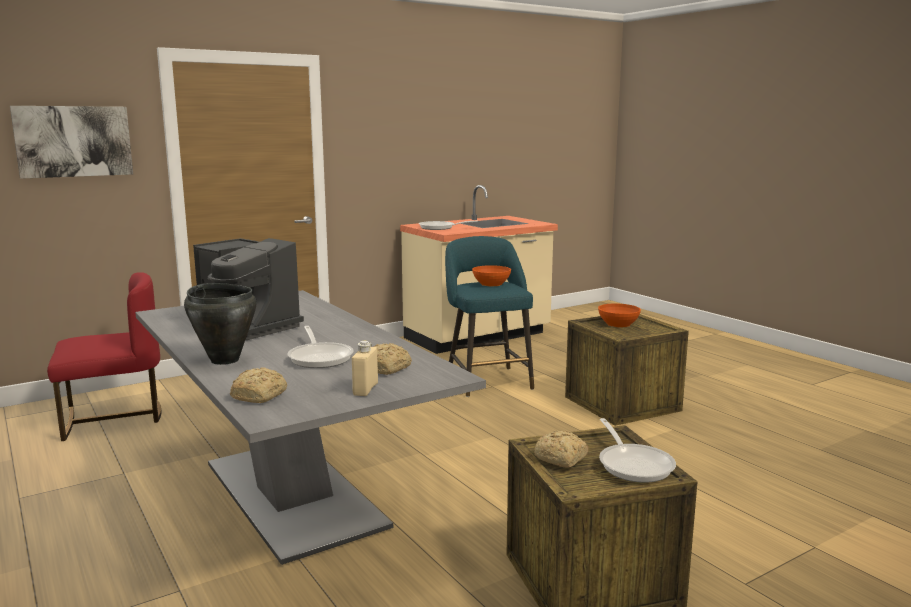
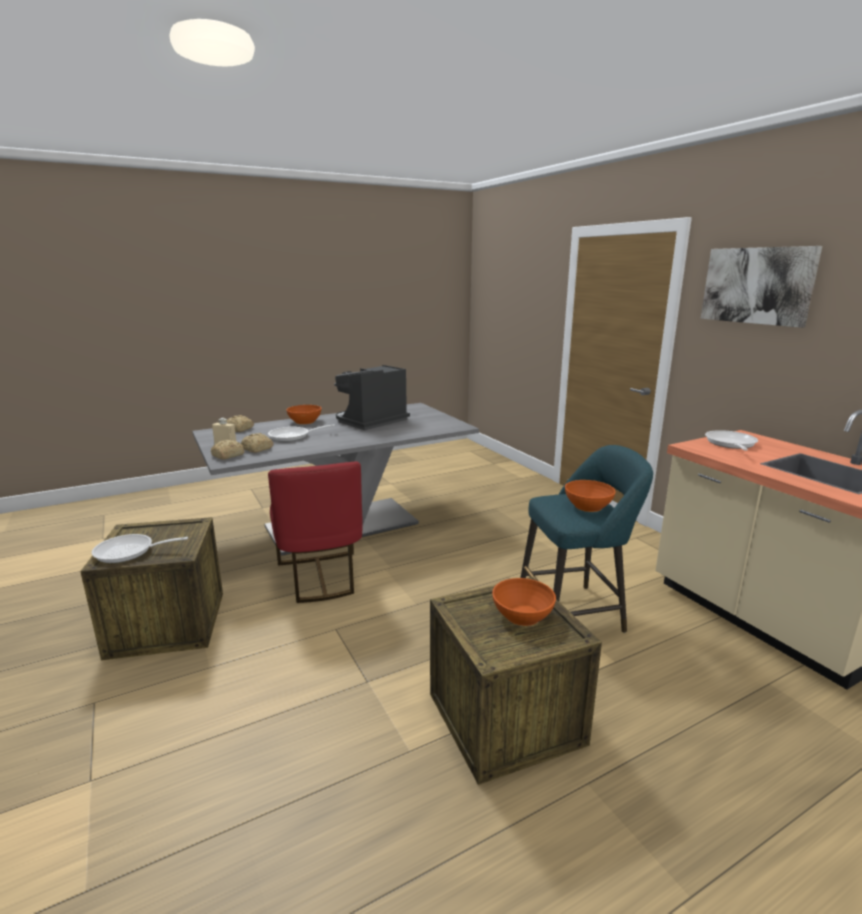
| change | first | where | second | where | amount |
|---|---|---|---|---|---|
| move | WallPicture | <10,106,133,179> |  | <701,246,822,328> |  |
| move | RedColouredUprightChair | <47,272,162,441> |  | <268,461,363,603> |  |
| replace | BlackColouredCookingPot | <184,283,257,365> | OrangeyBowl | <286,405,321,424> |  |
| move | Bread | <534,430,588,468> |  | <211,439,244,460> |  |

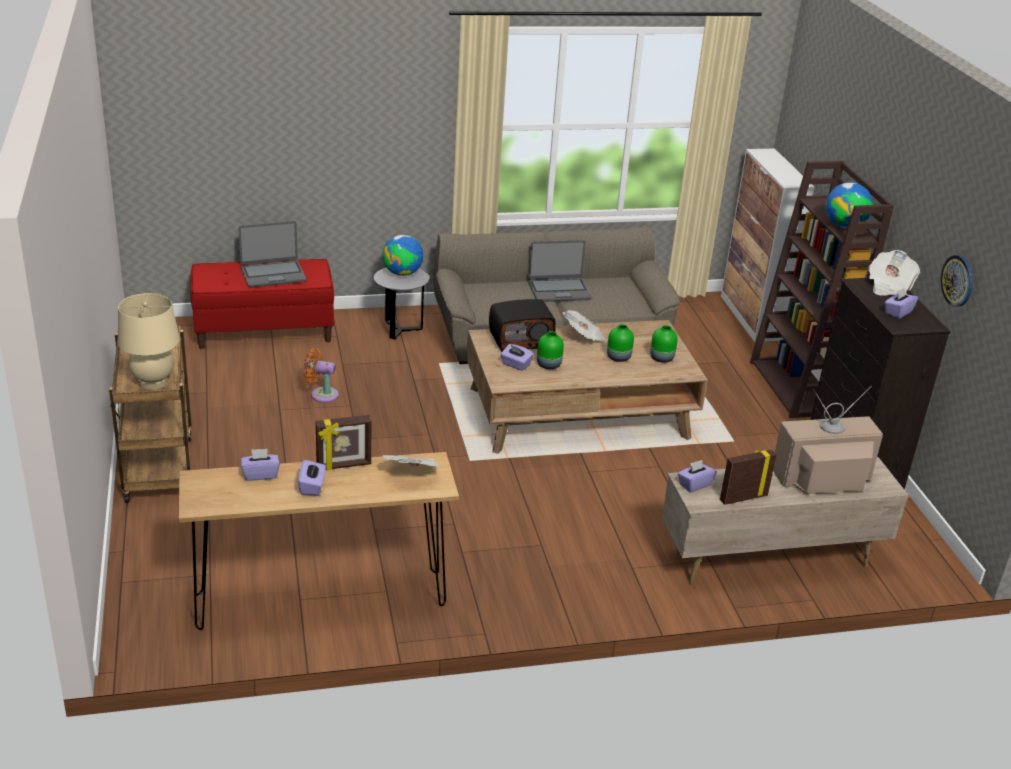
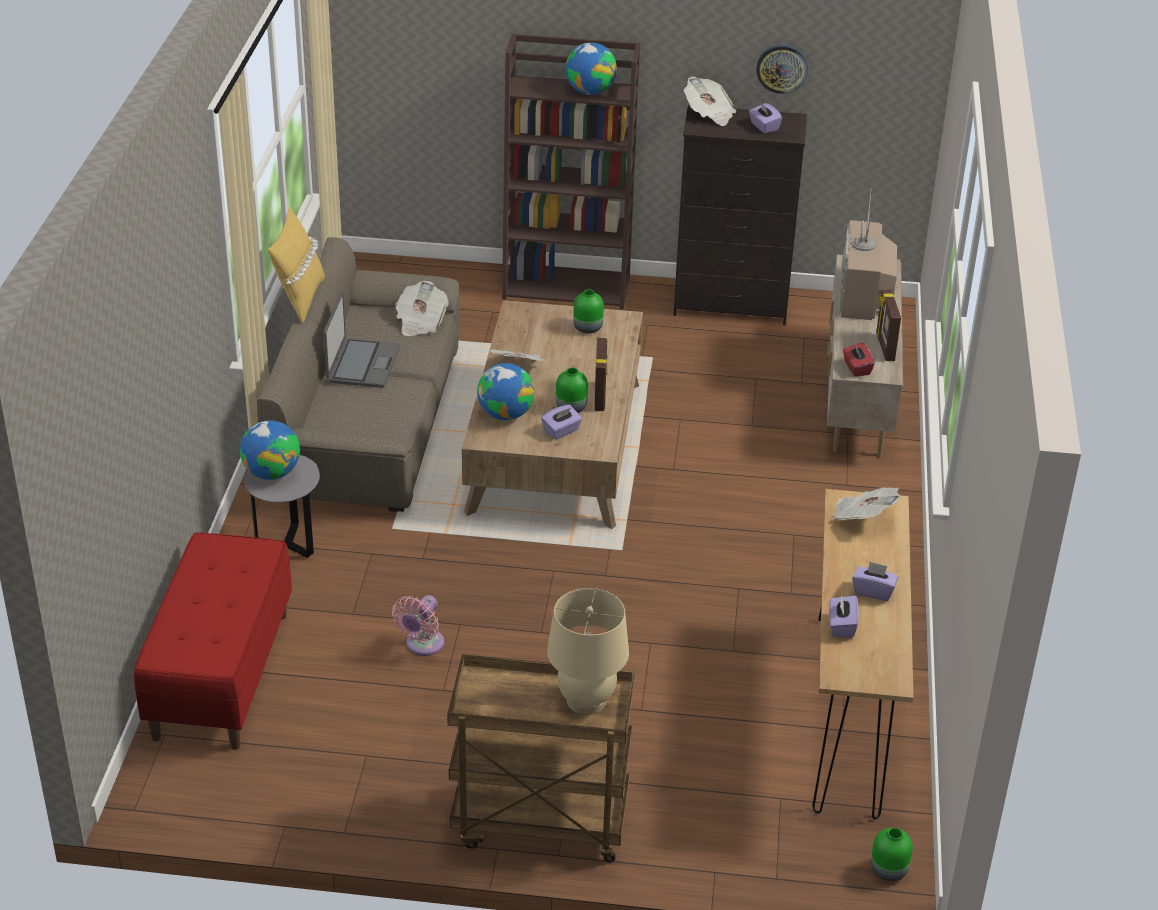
| change | first | where | second | where | amount |
|---|---|---|---|---|---|
| delete | StorageCabinet | <721,149,815,342> |  |  |  |
| delete | Laptop | <238,221,306,288> |  |  |  |
| replace | Radio | <489,299,556,351> | DeskGlobe | <477,363,534,420> |  |
| move | GreenColouredFlowerVase | <607,324,634,362> |  | <871,828,913,881> |  |
| recolor | OrangeyElectricFan | <303,348,339,403> | PinkElectricFan | <392,595,444,656> |  |
| move | PhotoFrame | <316,415,371,471> |  | <594,338,608,411> |  |
| recolor | PurplishBoxOfTissues | <678,460,717,492> | RedColouredBoxOfTissues | <843,343,875,377> |  |
| insert |  |  | YellowColouredCushion | <268,207,325,324> |  |
| insert |  |  | Newspaper | <395,281,449,336> |  |

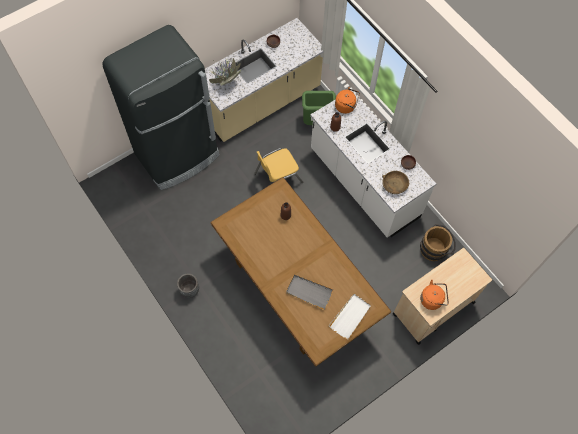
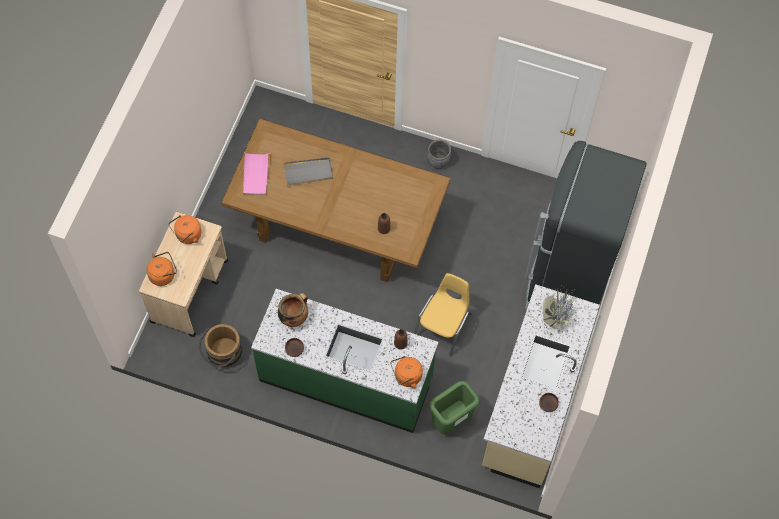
| change | first | where | second | where | amount |
|---|---|---|---|---|---|
| recolor | WhitishKitchenCounter | <310,90,436,238> | GreenColouredKitchenCounter | <251,289,438,433> |  |
| replace | BrownishBowl | <382,171,409,194> | CookingPot | <278,293,308,327> |  |
| recolor | WhitishCarryingTray | <329,294,371,340> | PinkCarryingTray | <243,152,270,195> |  |
| insert |  |  | OrangeyTeaKettle | <147,252,177,286> |  |

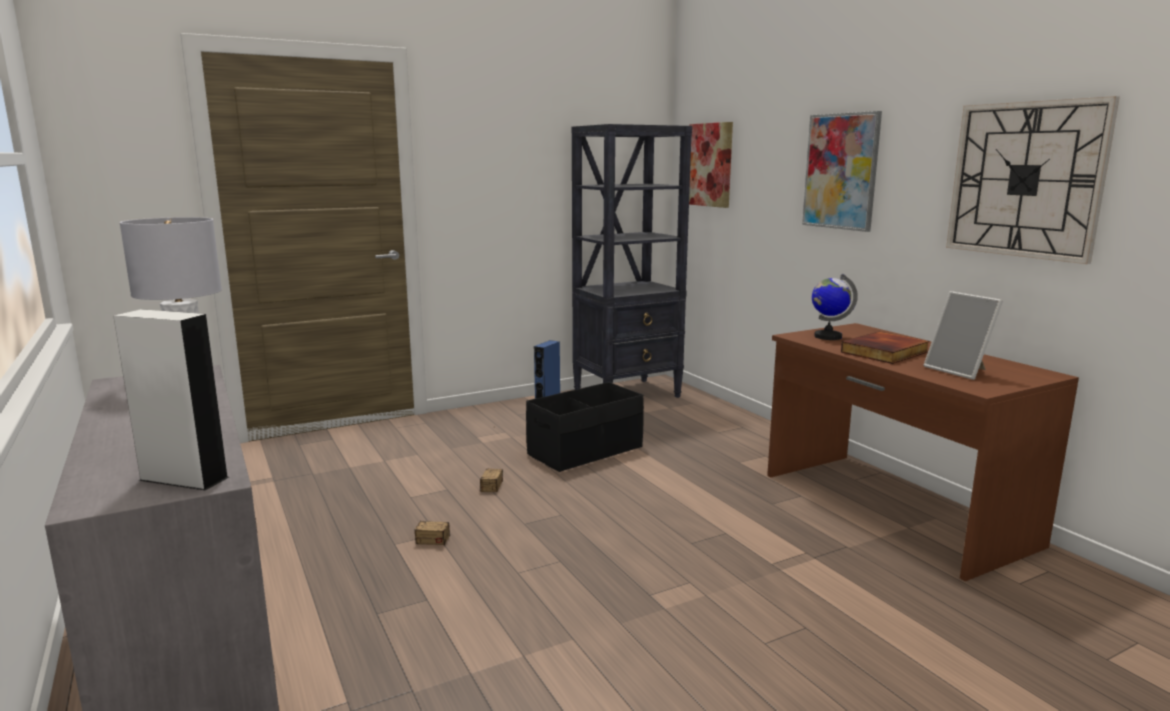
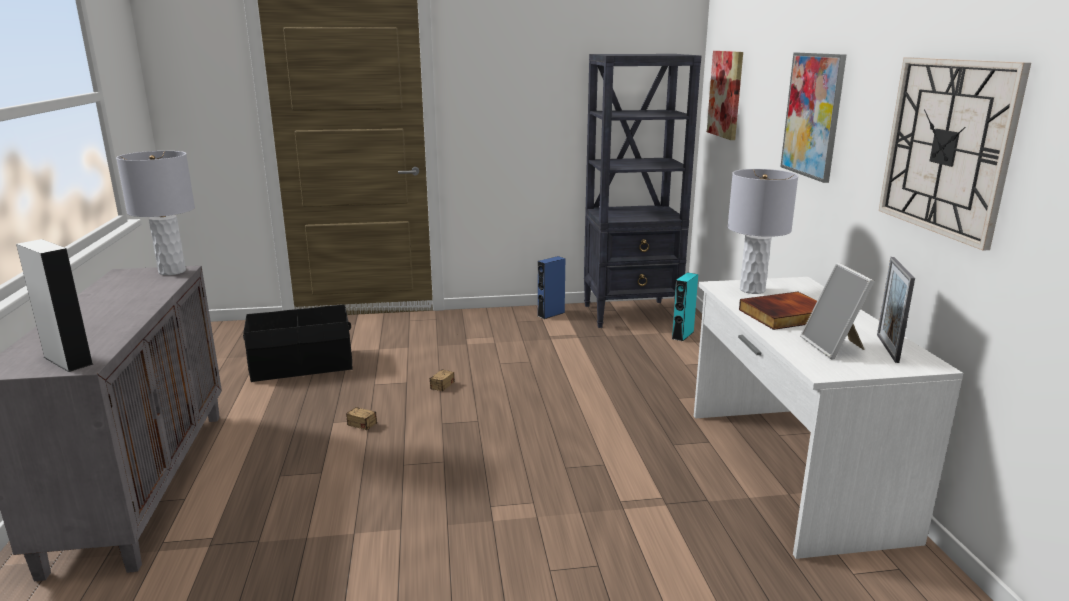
| change | first | where | second | where | amount |
|---|---|---|---|---|---|
| replace | DeskGlobe | <812,274,858,340> | GreyTableLamp | <728,169,798,294> |  |
| recolor | BrownishDesk | <767,323,1079,581> | WhitishDesk | <694,277,963,559> |  |
| move | BlackColouredStorageBin | <526,382,644,472> |  | <243,304,353,382> |  |
| insert |  |  | PhotoFrame | <877,257,915,363> |  |
| insert |  |  | BlueGreenLoudspeaker | <672,272,698,342> |  |

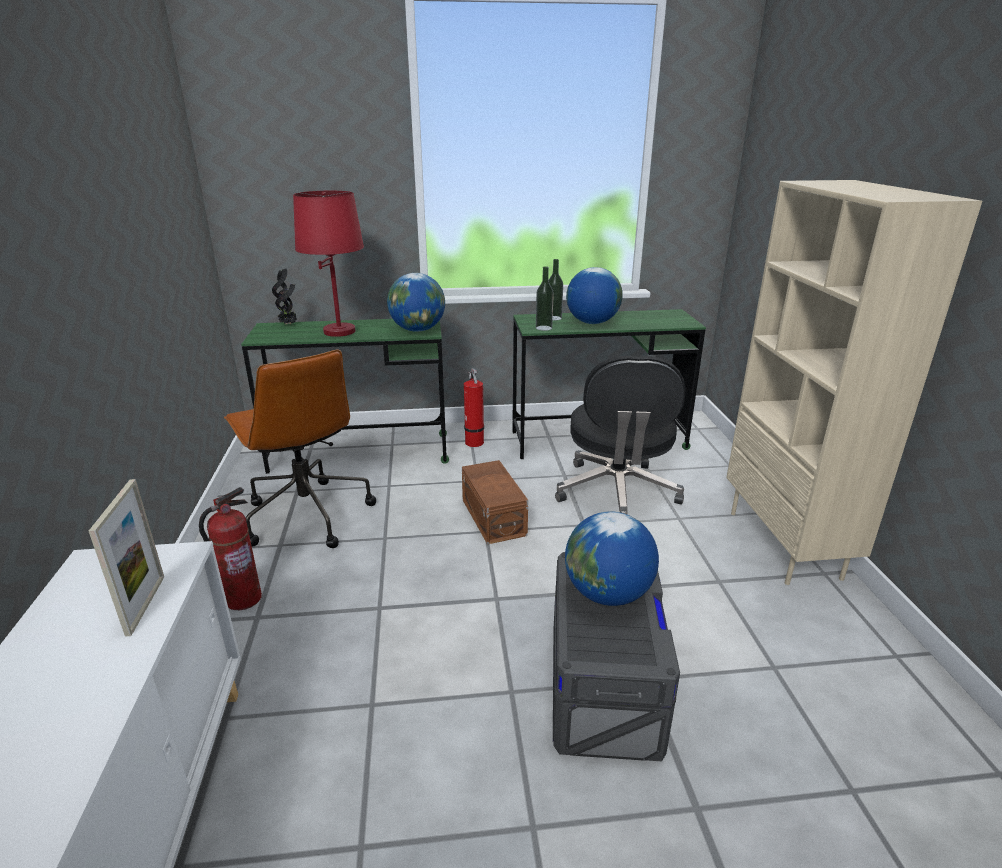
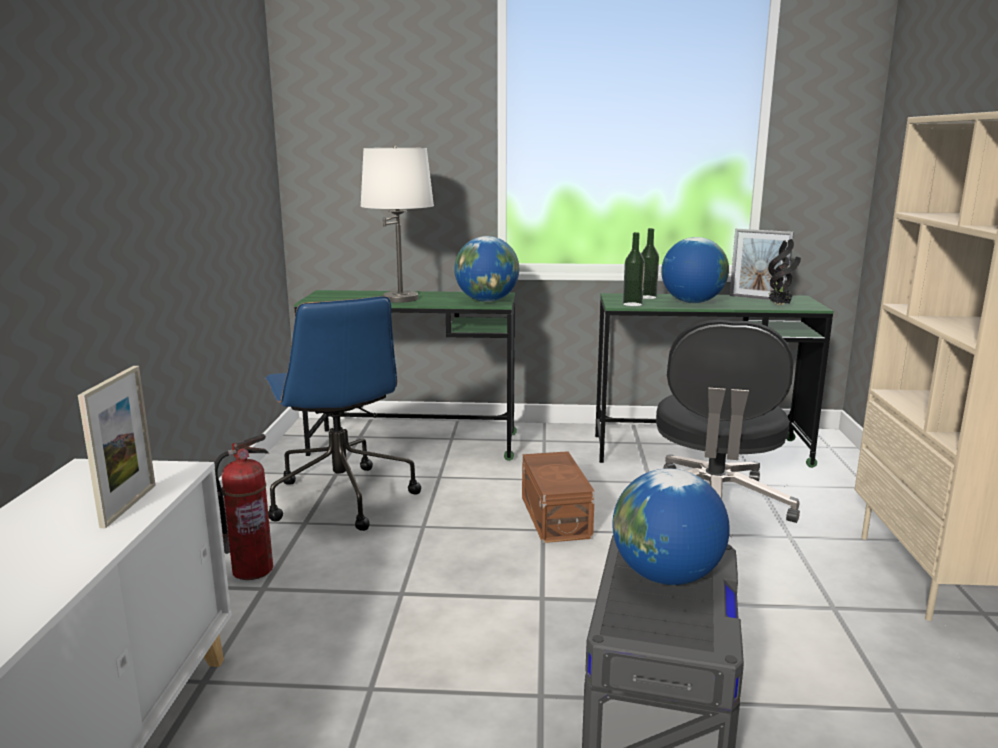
| change | first | where | second | where | amount |
|---|---|---|---|---|---|
| recolor | RedColouredTableLamp | <293,191,364,337> | WhitishTableLamp | <360,146,434,303> |  |
| move | PlantInAPot | <272,269,297,325> |  | <768,239,801,306> |  |
| recolor | BrownishDeskChair | <224,350,376,548> | BlueDeskChair | <264,296,421,531> |  |
| delete | FireFightingCylinder | <464,369,484,447> |  |  |  |
| insert |  |  | PhotoFrame | <730,229,794,300> |  |

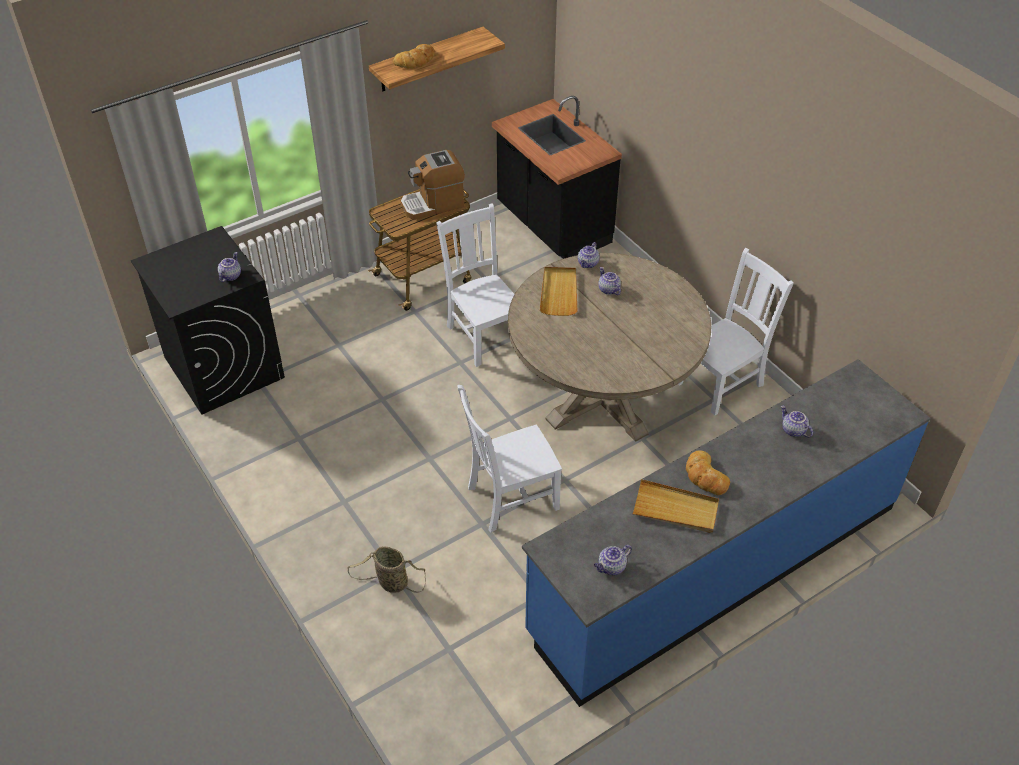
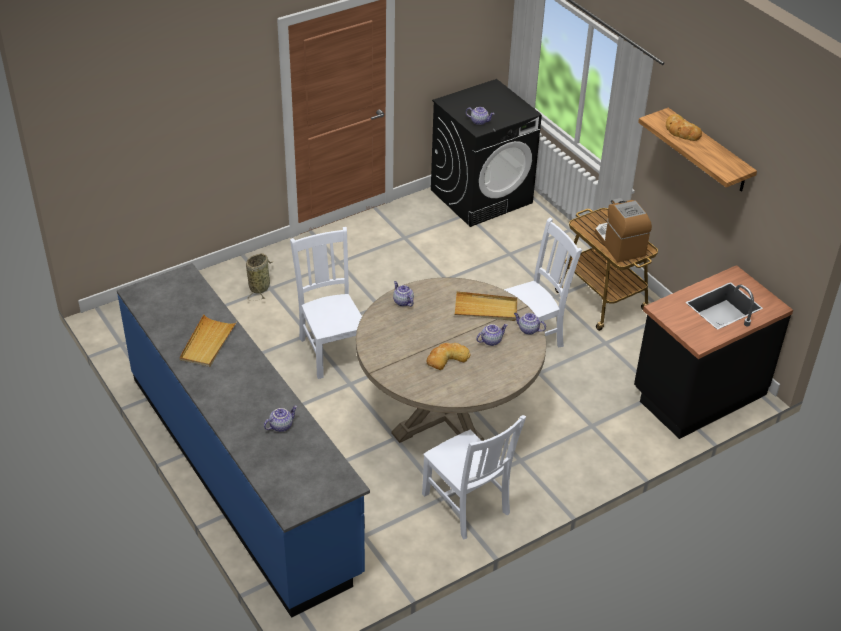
| change | first | where | second | where | amount |
|---|---|---|---|---|---|
| move | Bread | <686,450,730,495> |  | <427,343,470,370> |  |
| move | Teapot | <594,545,632,575> |  | <393,281,414,307> |  |

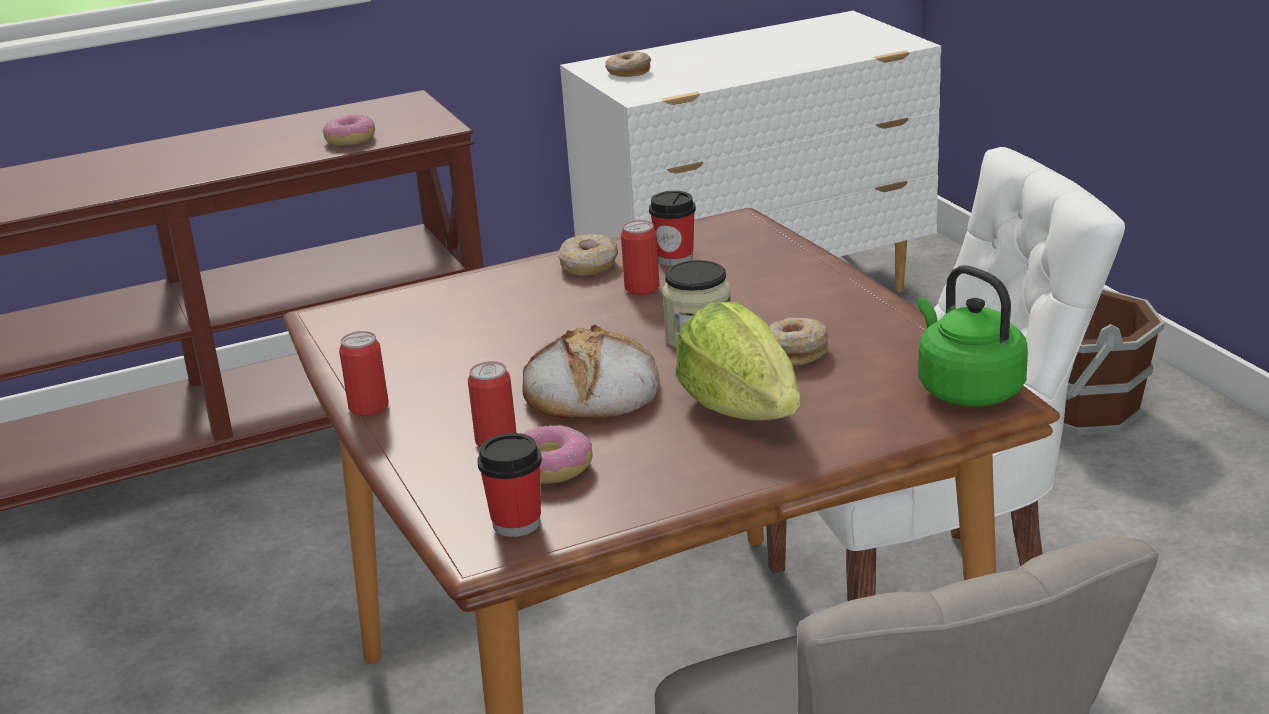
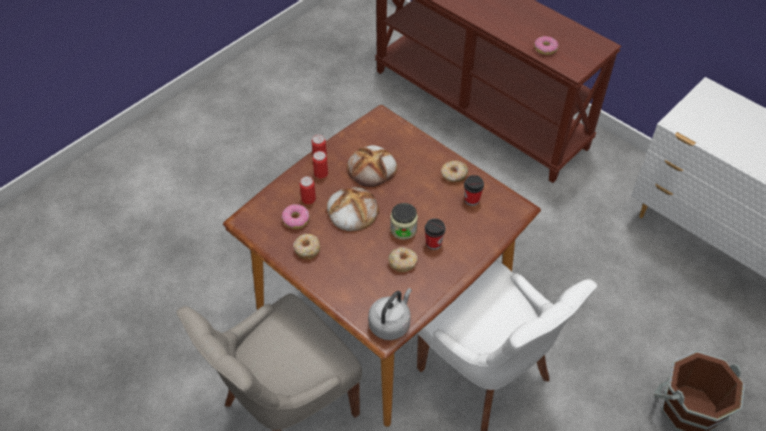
| change | first | where | second | where | amount |
|---|---|---|---|---|---|
| move | Doughnut | <605,51,652,77> |  | <293,234,320,259> |  |
| move | Can | <621,220,660,295> |  | <313,151,328,179> |  |
| recolor | GreenColouredTeaKettle | <917,265,1028,407> | GreyTeaKettle | <368,288,412,340> |  |
| delete | Lettuce | <675,302,800,421> |  |  |  |
| move | SmallCup | <477,433,542,537> |  | <425,218,446,250> |  |
| insert |  |  | Bread | <347,145,397,187> |  |

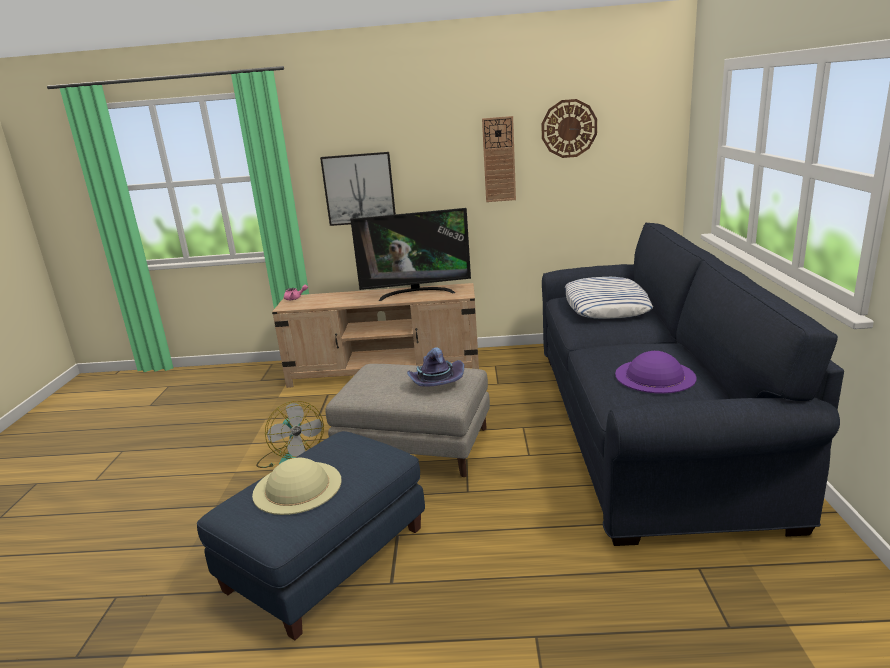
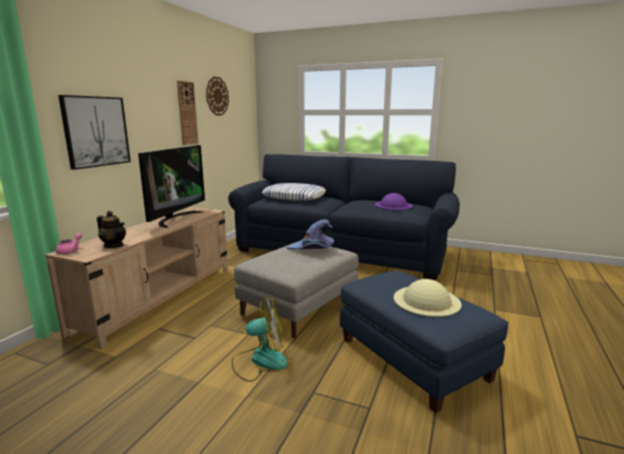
| change | first | where | second | where | amount |
|---|---|---|---|---|---|
| insert |  |  | Teapot | <97,211,126,248> |  |

